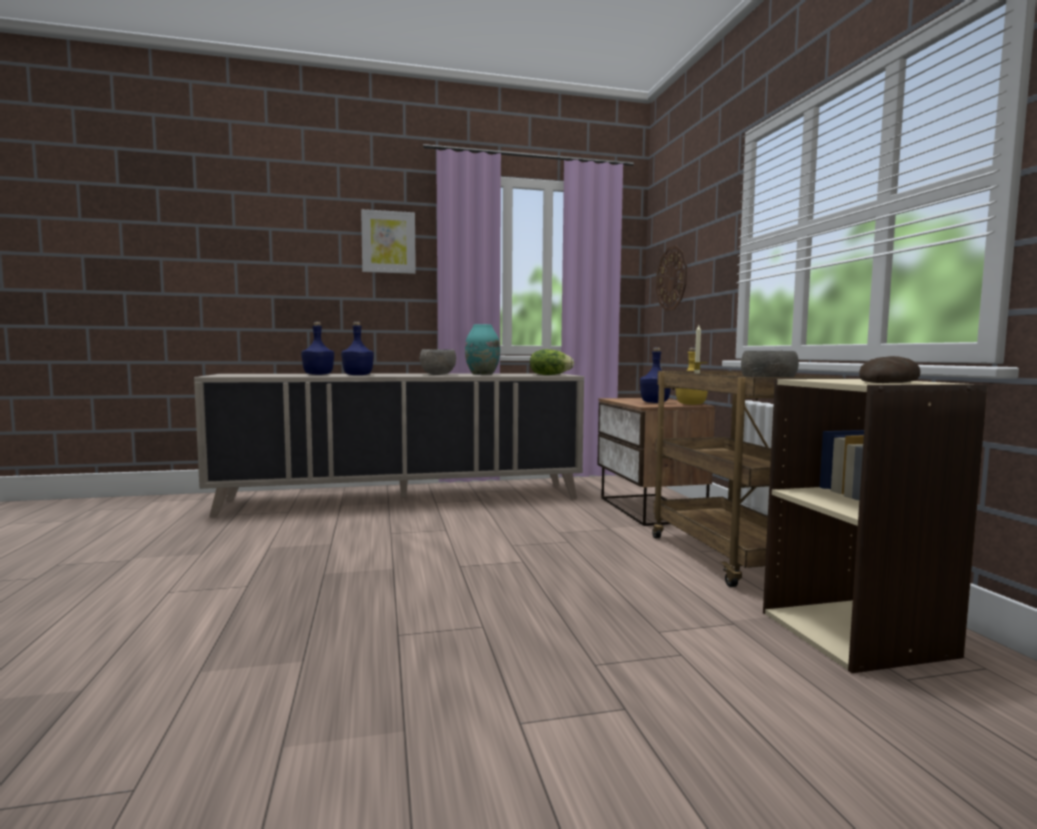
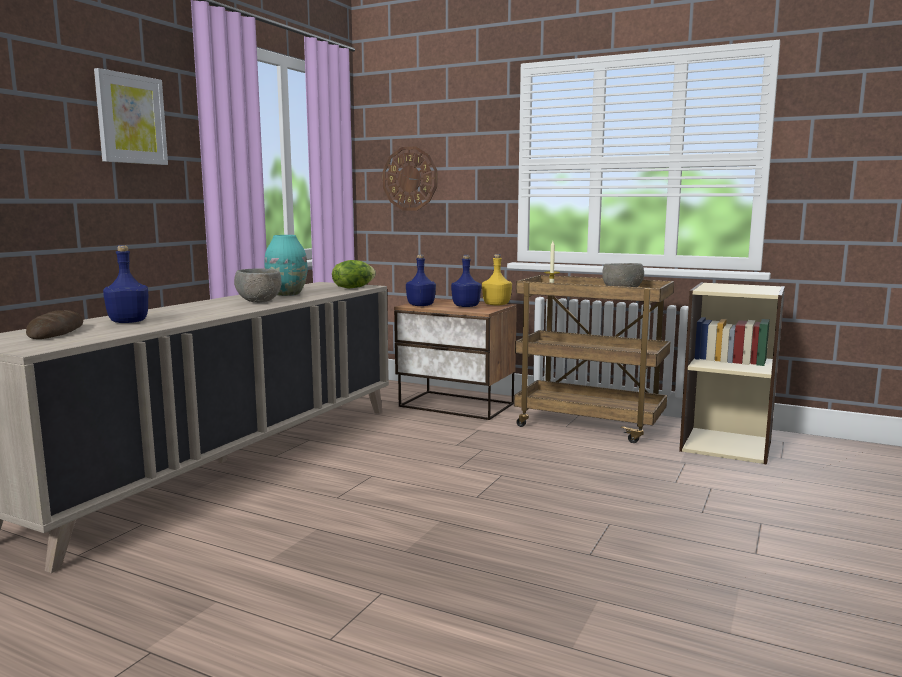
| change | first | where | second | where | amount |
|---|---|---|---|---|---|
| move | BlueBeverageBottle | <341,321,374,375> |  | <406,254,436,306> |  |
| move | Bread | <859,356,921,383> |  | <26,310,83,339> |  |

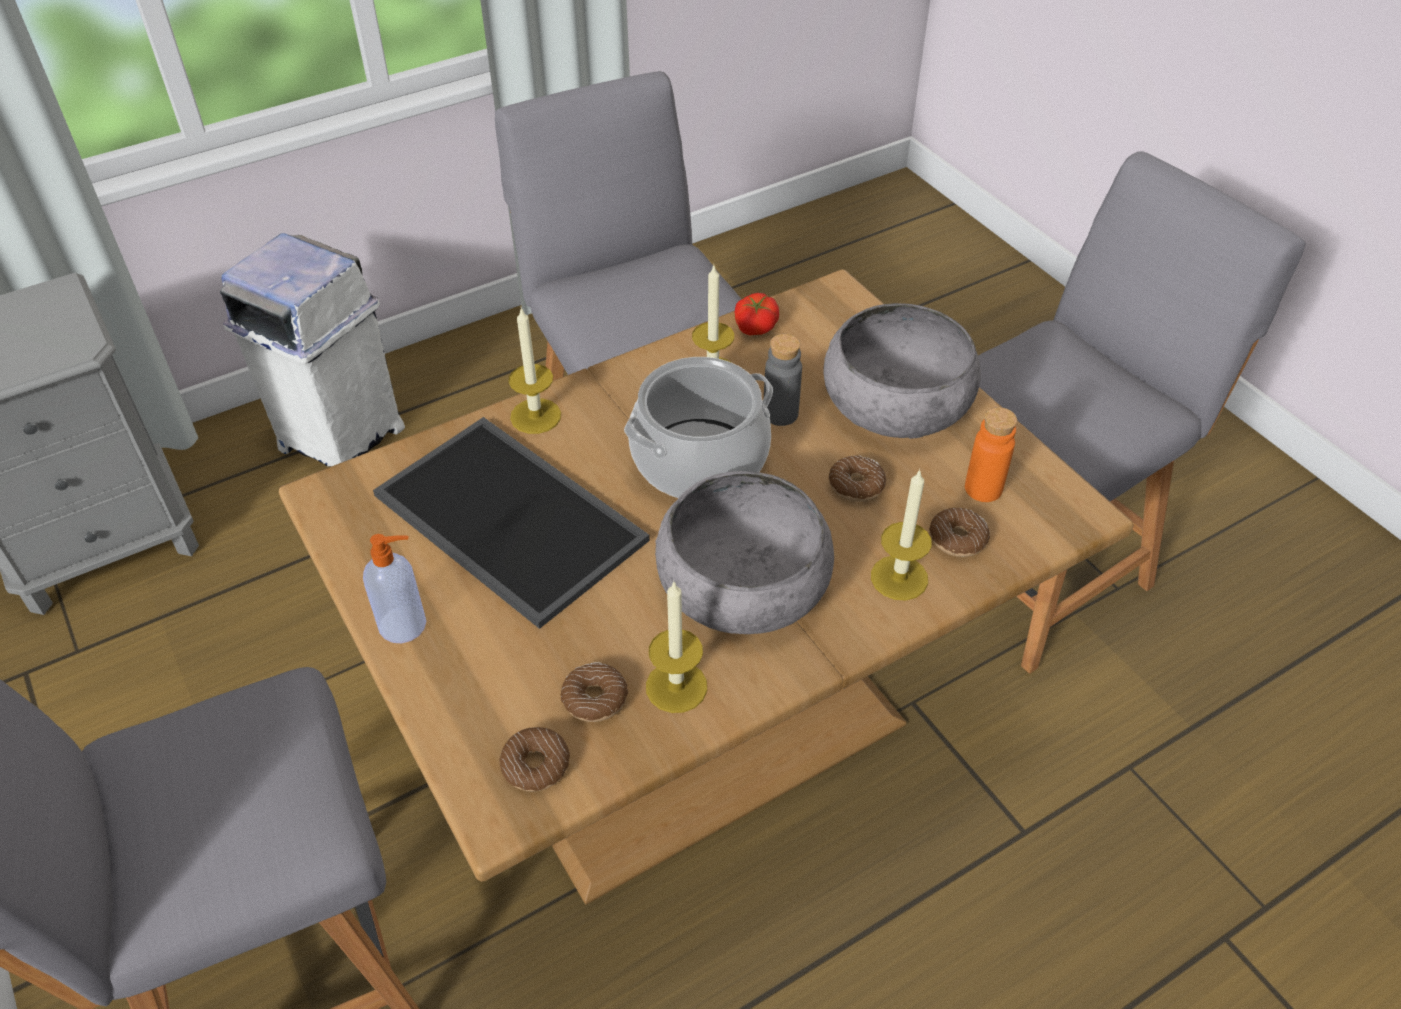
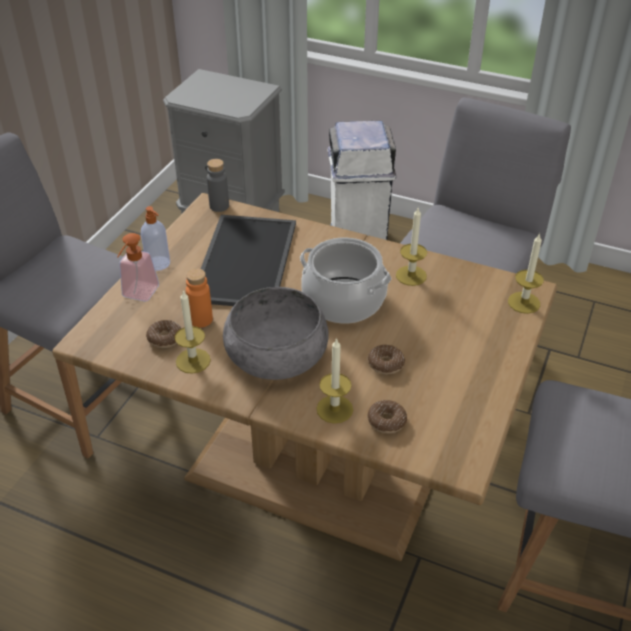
| change | first | where | second | where | amount |
|---|---|---|---|---|---|
| delete | Tomato | <735,293,779,335> |  |  |  |
| delete | GreyBowl | <823,303,981,439> |  |  |  |
| move | Candle | <508,307,561,434> |  | <508,233,544,314> |  |
| move | GreyBeverageBottle | <764,334,802,426> |  | <207,159,229,212> |  |
| move | OrangeyBeverageBottle | <965,407,1017,502> |  | <186,268,213,328> |  |
| delete | Doughnut | <500,727,570,792> |  |  |  |
| insert |  |  | SoapDispenser | <117,233,159,302> |  |

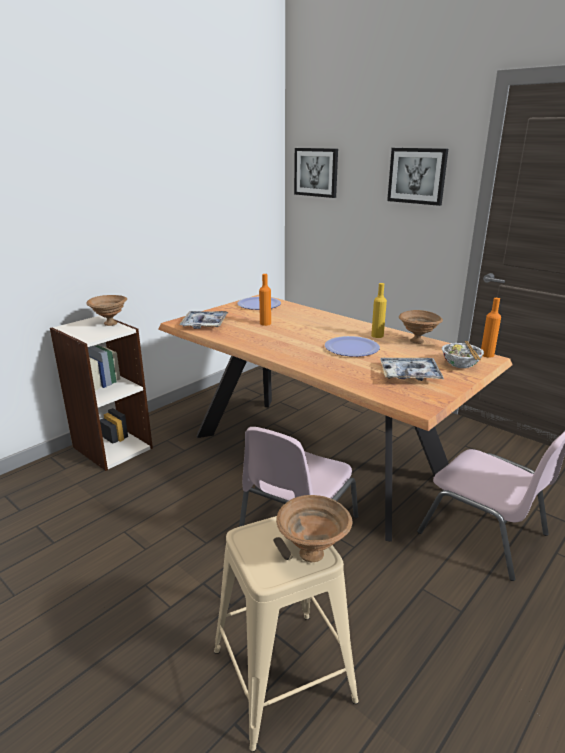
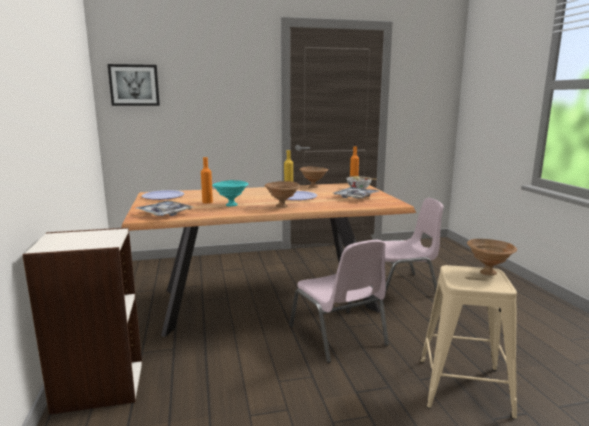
| change | first | where | second | where | amount |
|---|---|---|---|---|---|
| delete | WallPicture | <387,148,448,206> |  |  |  |
| move | BrownishBowl | <87,295,127,326> |  | <264,181,300,208> |  |
| insert |  |  | BlueGreenBowl | <212,180,248,207> |  |

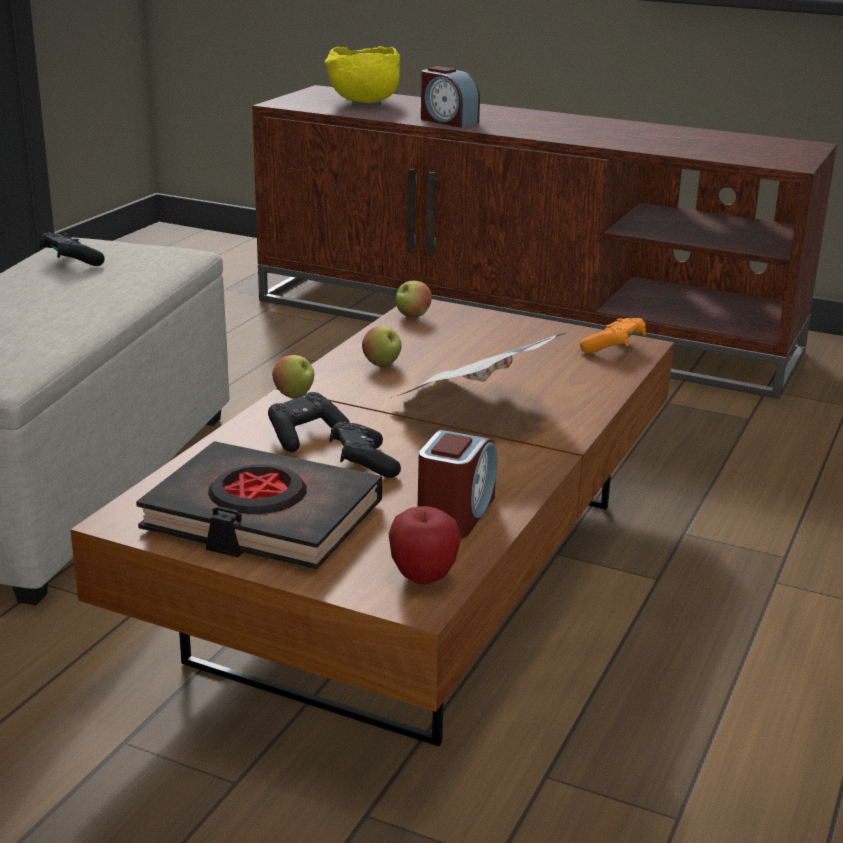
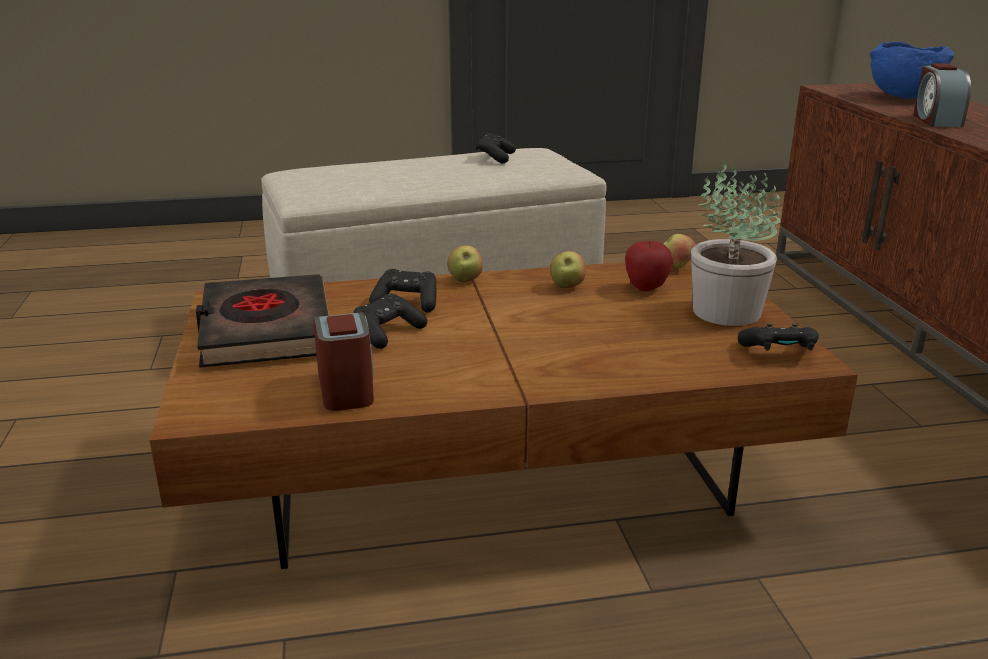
| change | first | where | second | where | amount |
|---|---|---|---|---|---|
| recolor | YellowColouredBowl | <324,46,400,103> | BlueBowl | <869,42,954,99> |  |
| recolor | OrangeyGamepad | <580,318,646,353> | BlackColouredGamepad | <738,323,819,351> |  |
| delete | Newspaper | <391,333,566,398> |  |  |  |
| rotate | BedsideClock | <418,430,497,539> |  | <314,312,374,411> | 90 degrees counterclockwise |
| move | Apple | <388,506,461,585> |  | <625,241,673,291> |  |
| insert |  |  | PlantInAPot | <691,160,781,326> |  |

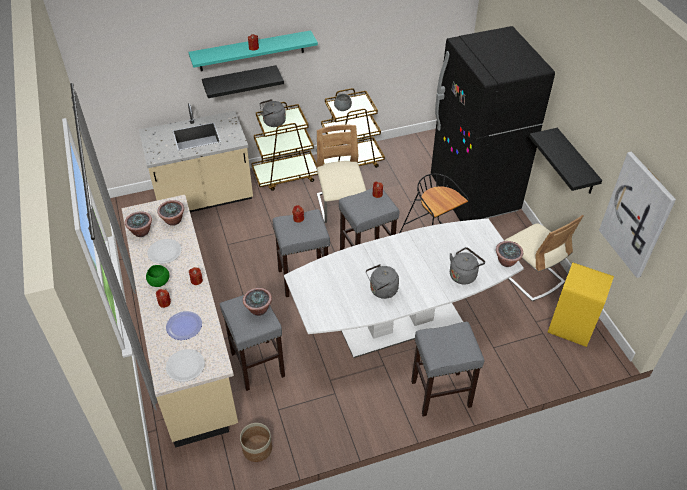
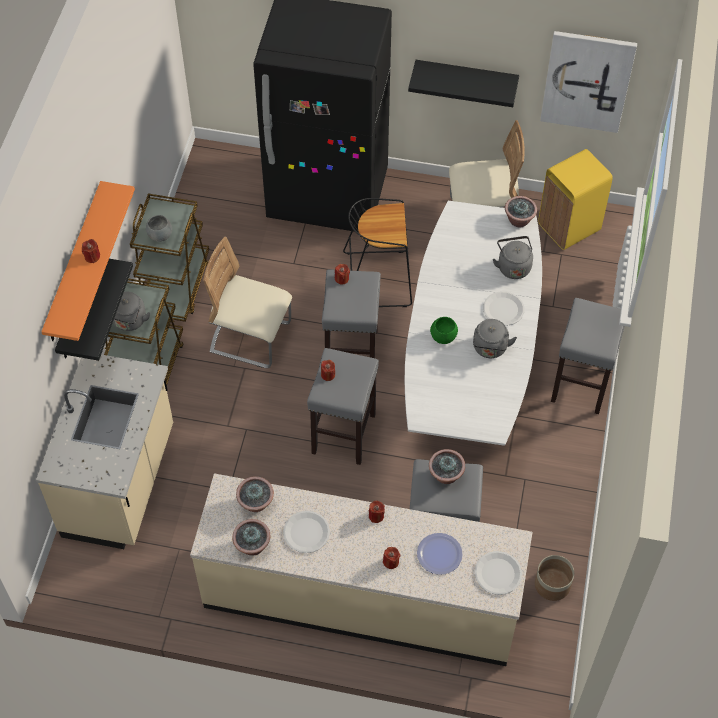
| change | first | where | second | where | amount |
|---|---|---|---|---|---|
| recolor | BlueGreenBracketShelf | <188,30,318,71> | OrangeyBracketShelf | <41,181,135,341> |  |
| move | GreenColouredBowl | <146,265,169,287> |  | <430,317,458,344> |  |
| insert |  |  | WhitishFlatDish | <483,291,524,326> |  |

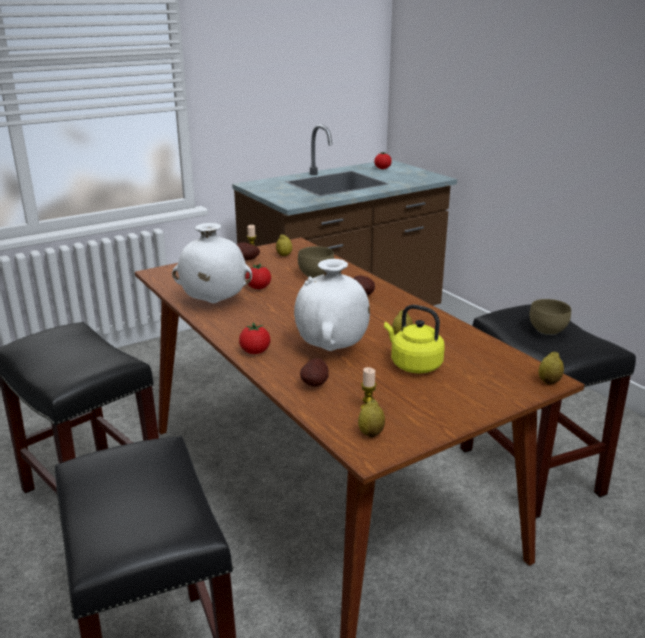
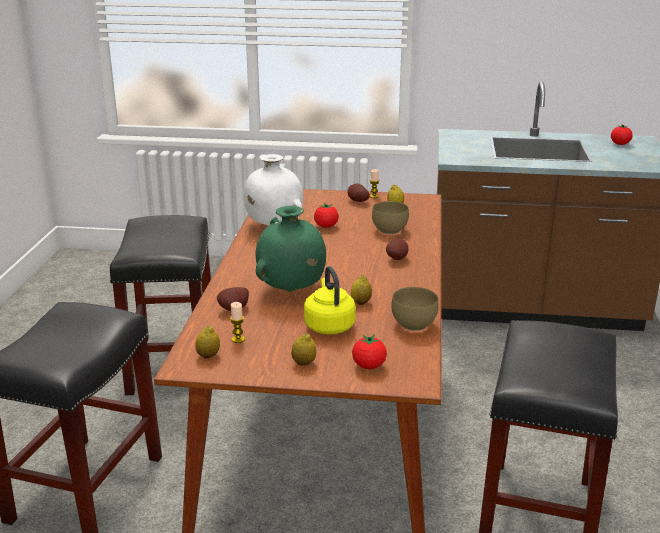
| change | first | where | second | where | amount |
|---|---|---|---|---|---|
| recolor | WhitishFlowerVase | <294,259,370,351> | GreenColouredFlowerVase | <255,206,326,292> |  |
| move | BrownishBowl | <530,299,571,335> |  | <391,287,439,331> |  |
| move | Tomato | <239,322,270,354> |  | <352,334,387,369> |  |
| move | CitrusFruit | <539,351,564,385> |  | <291,333,317,366> |  |

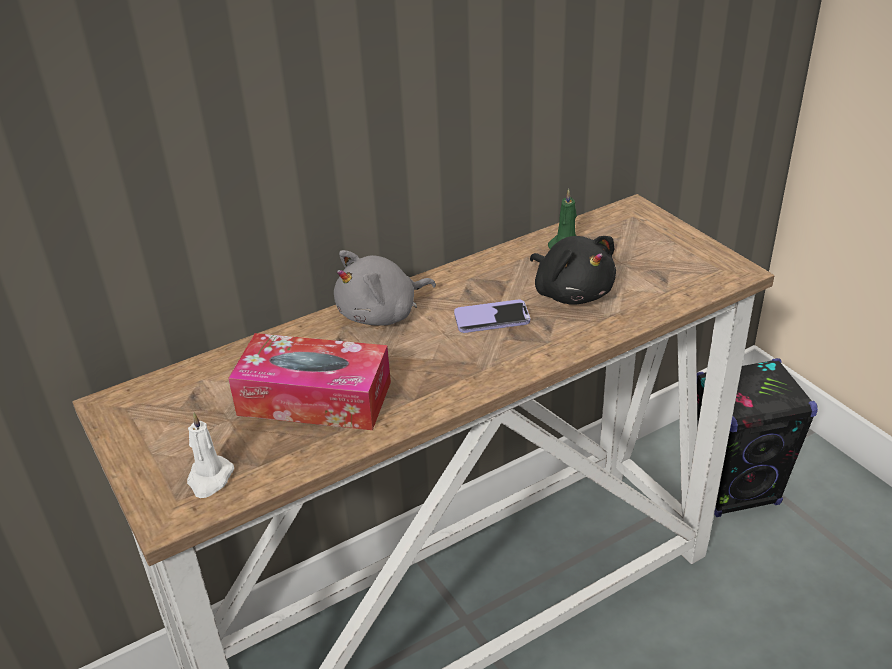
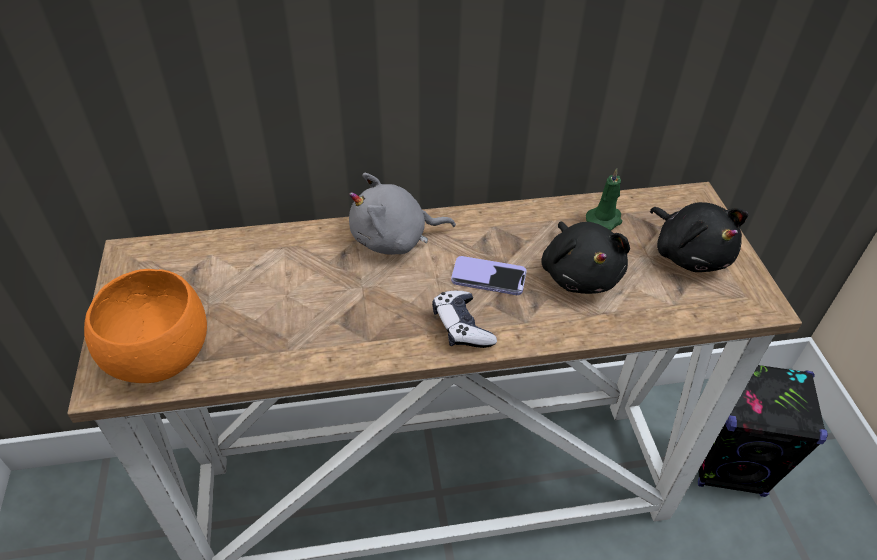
| change | first | where | second | where | amount |
|---|---|---|---|---|---|
| delete | BoxOfTissues | <228,333,391,430> |  |  |  |
| replace | WhitishCandle | <187,412,234,498> | OrangeyBowl | <84,269,207,383> |  |
| insert |  |  | BlackColouredSoftToy | <650,202,748,272> |  |
| insert |  |  | Gamepad | <432,290,497,348> |  |

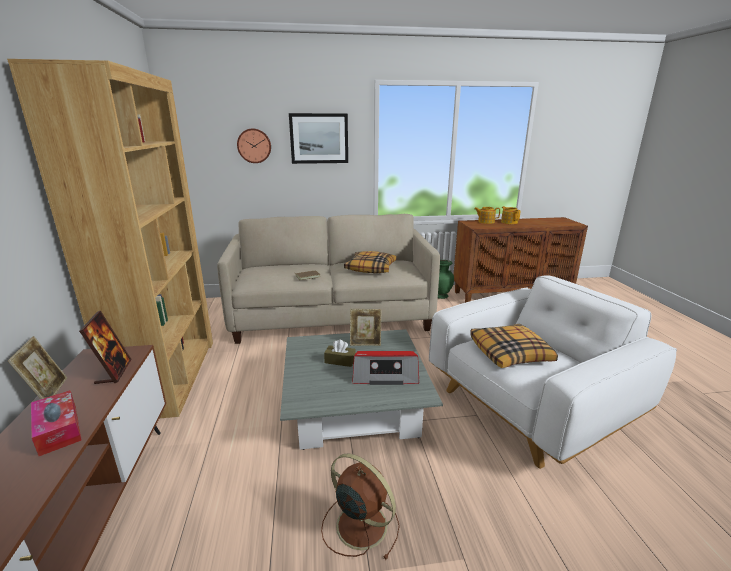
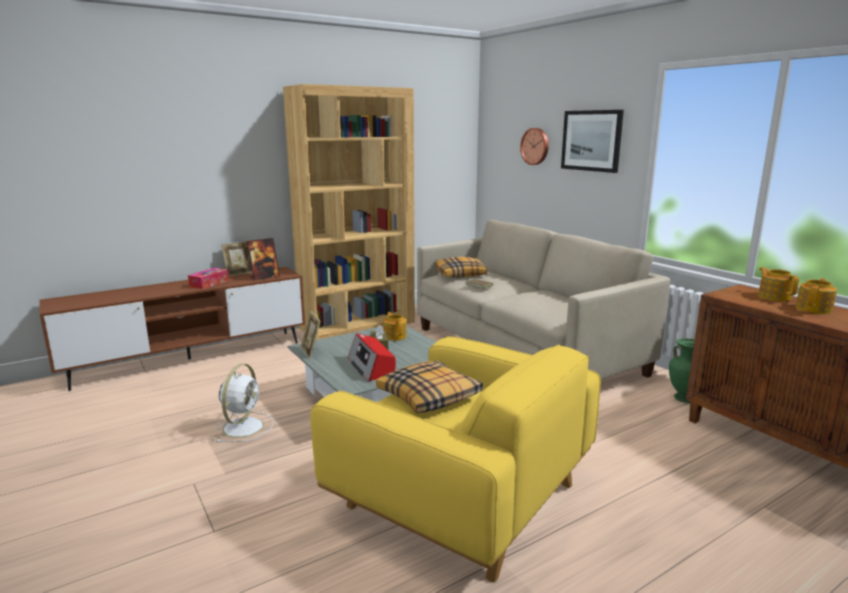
| change | first | where | second | where | amount |
|---|---|---|---|---|---|
| move | Cushion | <344,251,397,273> |  | <435,257,487,278> |  |
| recolor | WhitishLoungeChair | <429,275,677,469> | YellowColouredLoungeChair | <310,336,601,582> |  |
| move | PhotoFrame | <350,309,382,346> |  | <301,311,320,359> |  |
| recolor | BrownishElectricFan | <321,454,400,560> | WhitishElectricFan | <215,364,274,442> |  |
| insert |  |  | Teapot | <383,312,407,341> |  |

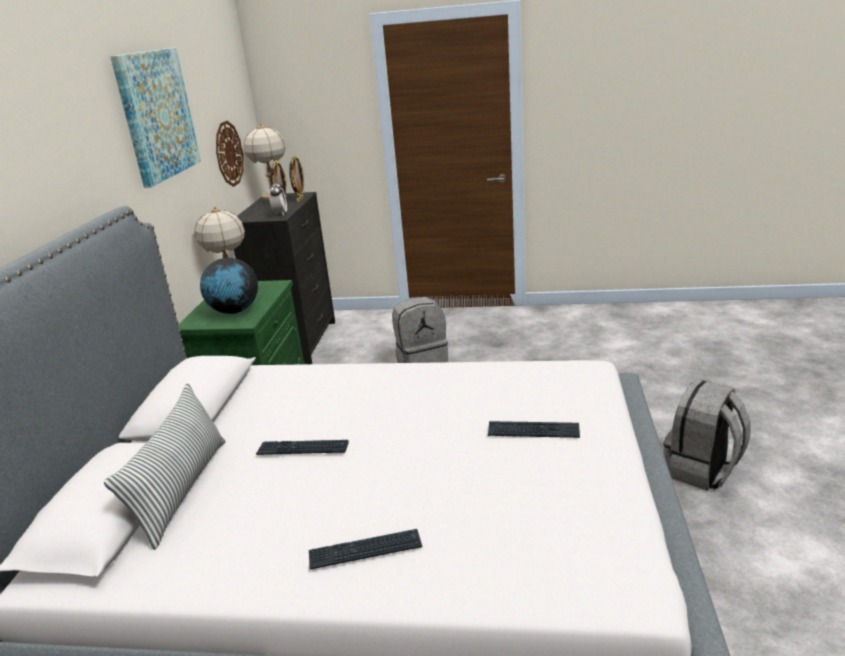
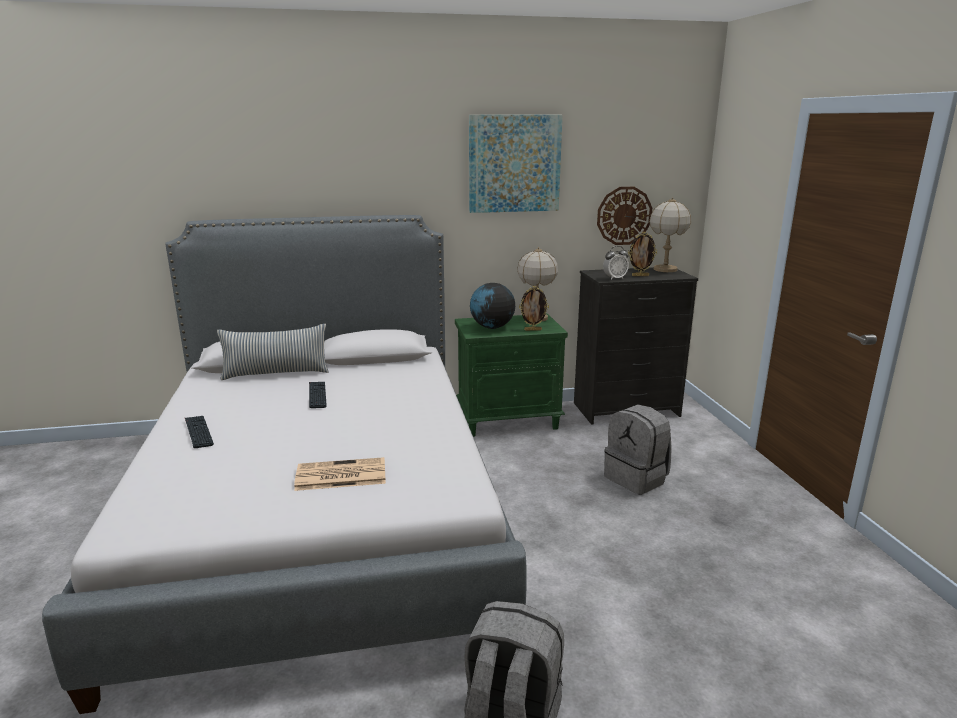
| change | first | where | second | where | amount |
|---|---|---|---|---|---|
| move | PhotoFrame | <289,155,305,202> |  | <519,286,549,331> |  |
| replace | ComputerKeyboard | <488,421,580,438> | Newspaper | <294,457,386,491> |  |

